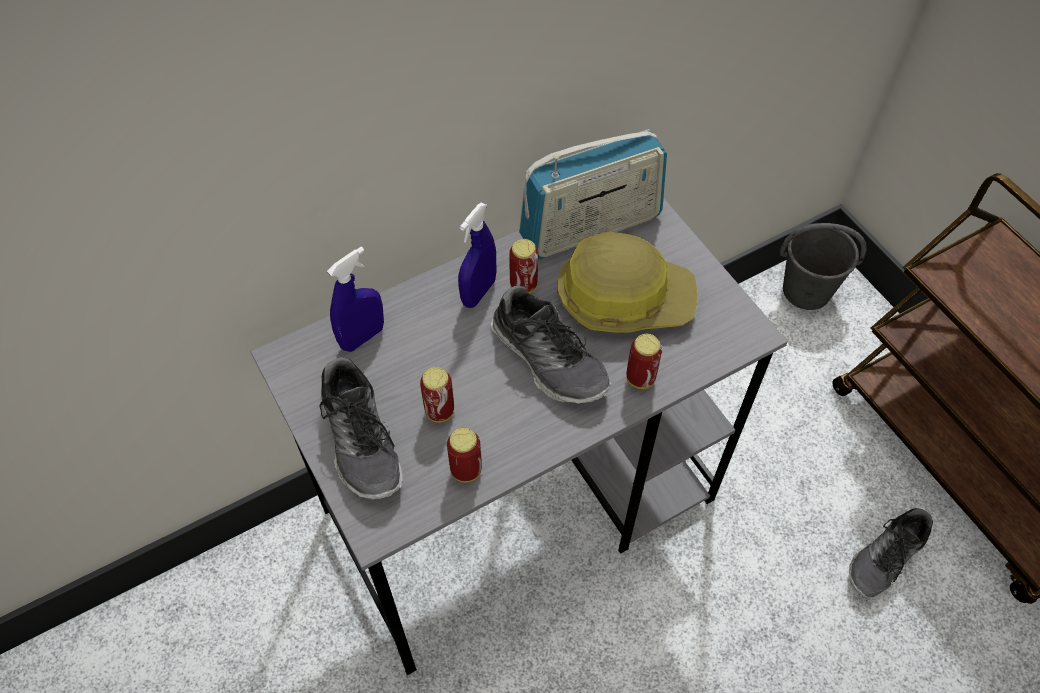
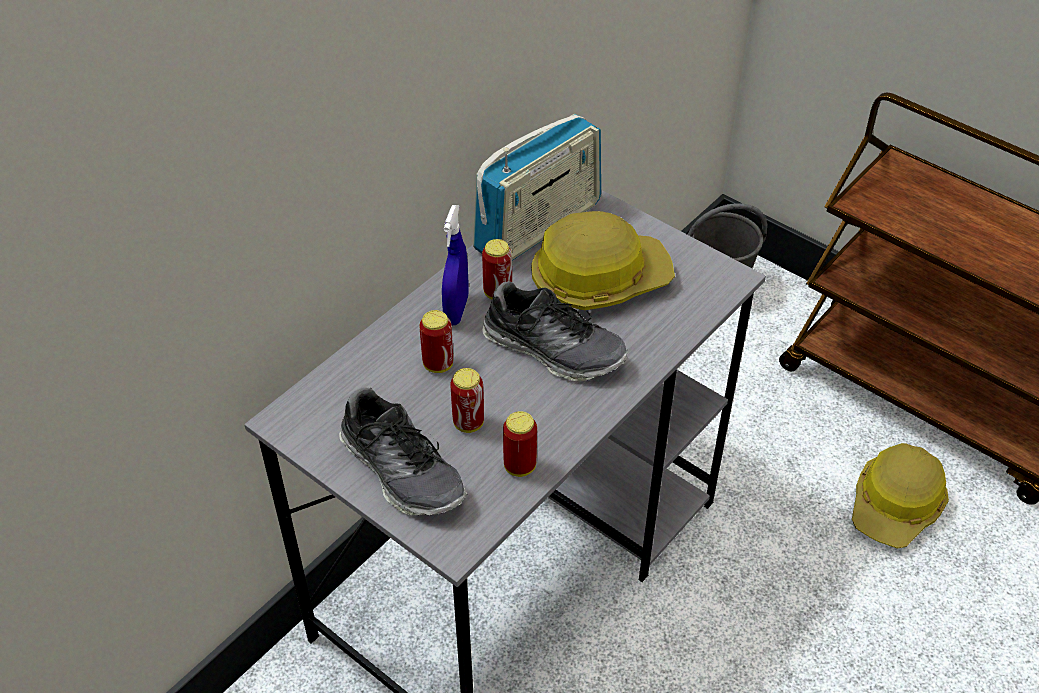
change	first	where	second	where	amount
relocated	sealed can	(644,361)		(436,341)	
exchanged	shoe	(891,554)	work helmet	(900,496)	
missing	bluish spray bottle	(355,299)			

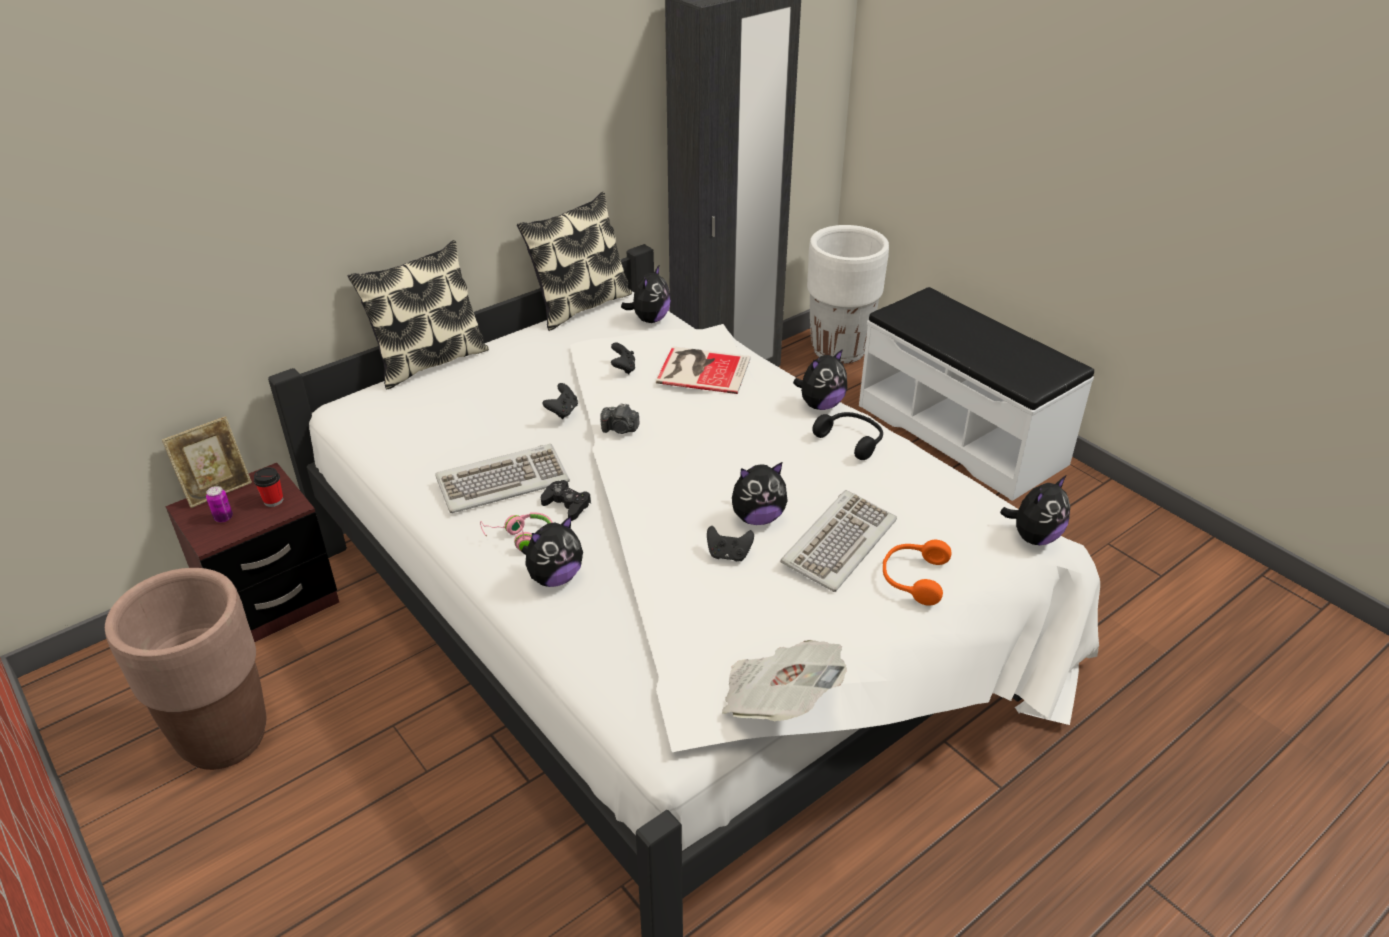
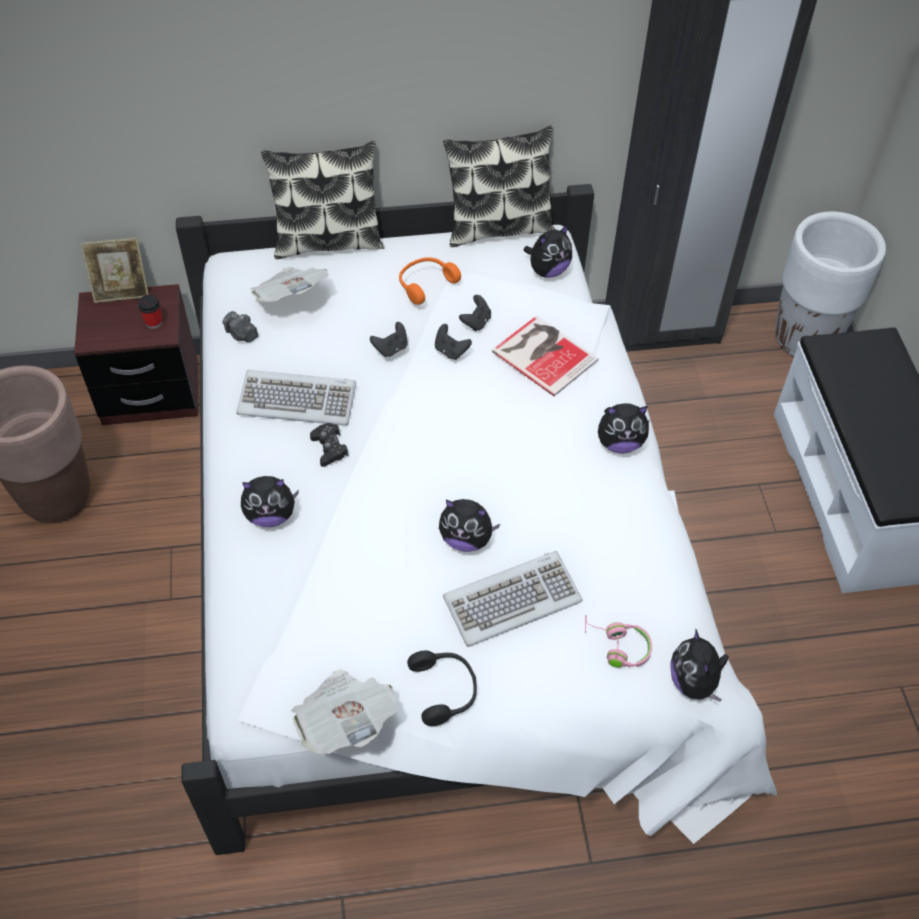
change	first	where	second	where	amount
relocated	photo camera	(620,418)		(240,326)	
appeared			newspaper	(289,284)	
relocated	orange-coloured headset	(917,573)		(430,281)	
relocated	blackish headset	(847,436)		(442,688)	
relocated	blackish game controller	(730,543)		(453,342)	
relocated	pink headset	(516,531)		(618,641)	
spun	cuddly toy	(1035,510)		(699,665)	90 degrees clockwise
missing	sealed can	(219,504)			

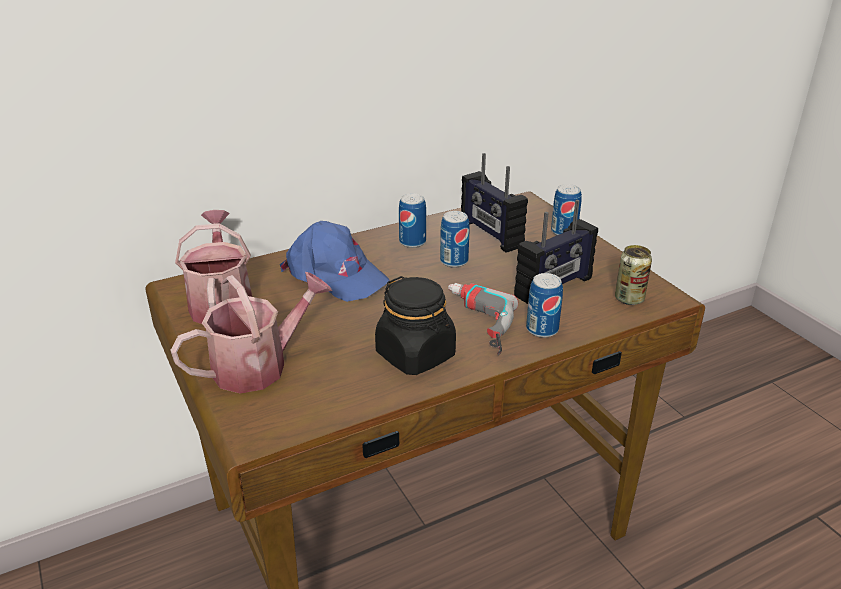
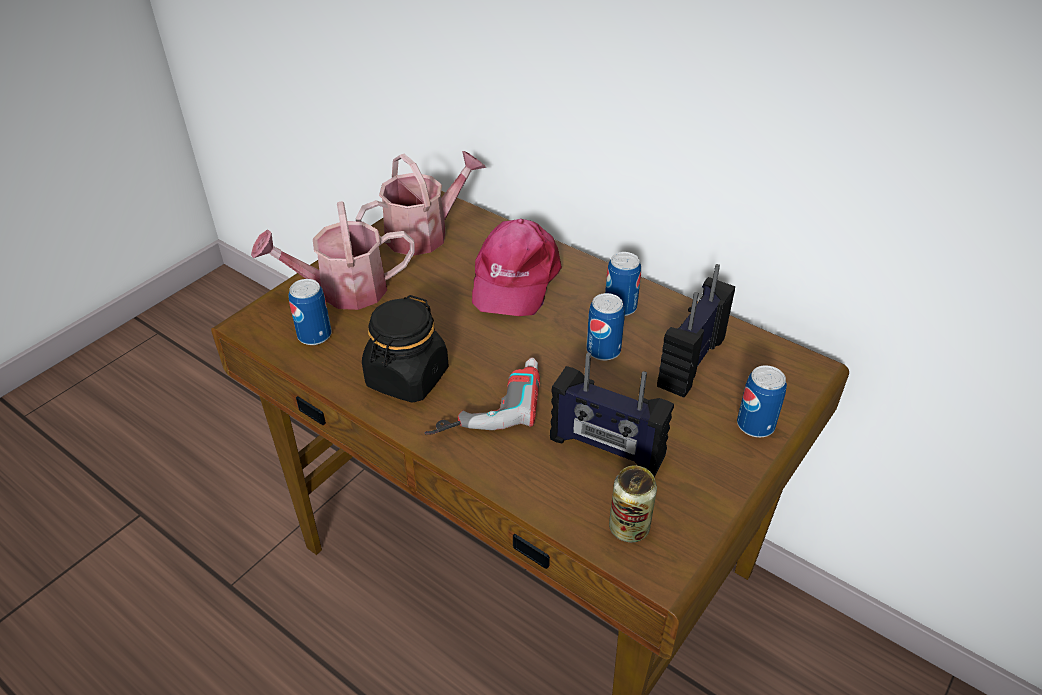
change	first	where	second	where	amount
spun	watering pot	(251,332)		(333,255)	135 degrees clockwise
relocated	sealed can	(544,305)		(310,312)	
colour	bluish cap	(335,261)	pink cap	(517,267)	

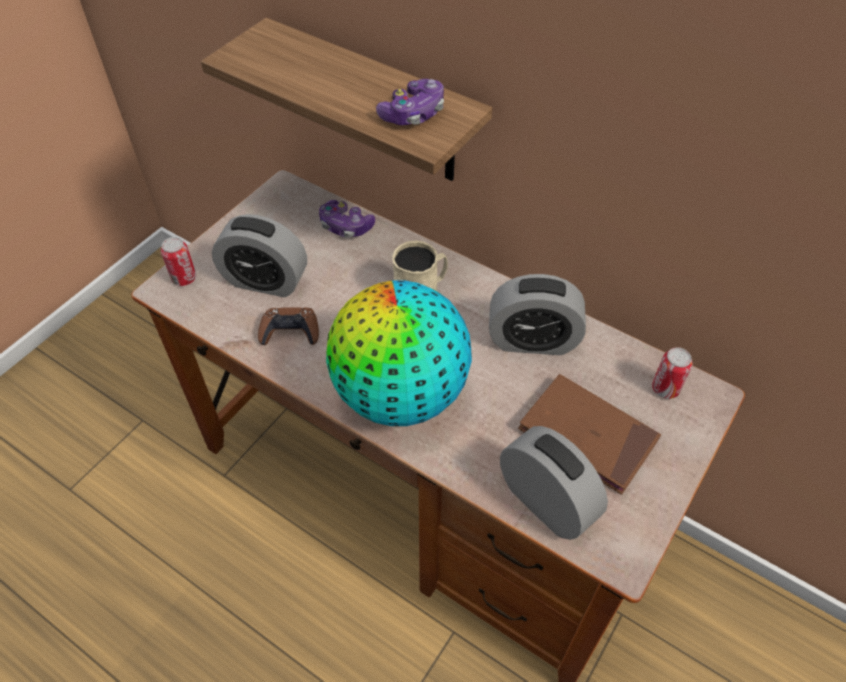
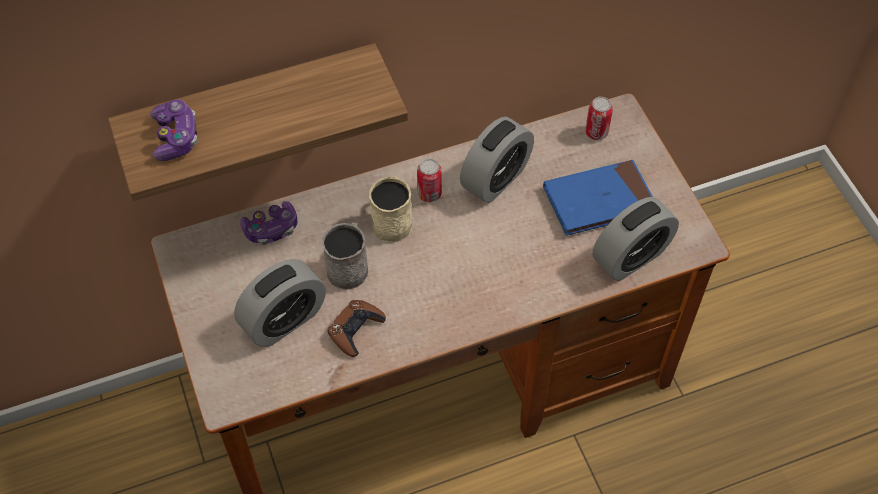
change	first	where	second	where	amount
relocated	game controller	(410,102)		(174,130)	
appeared			greyish coffee mug	(345,256)	
relocated	sealed can	(179,261)		(429,180)	
colour	brown bound book	(589,434)	bluish bound book	(598,198)	
spun	table clock	(554,483)		(636,239)	150 degrees clockwise
missing	globe	(399,353)			

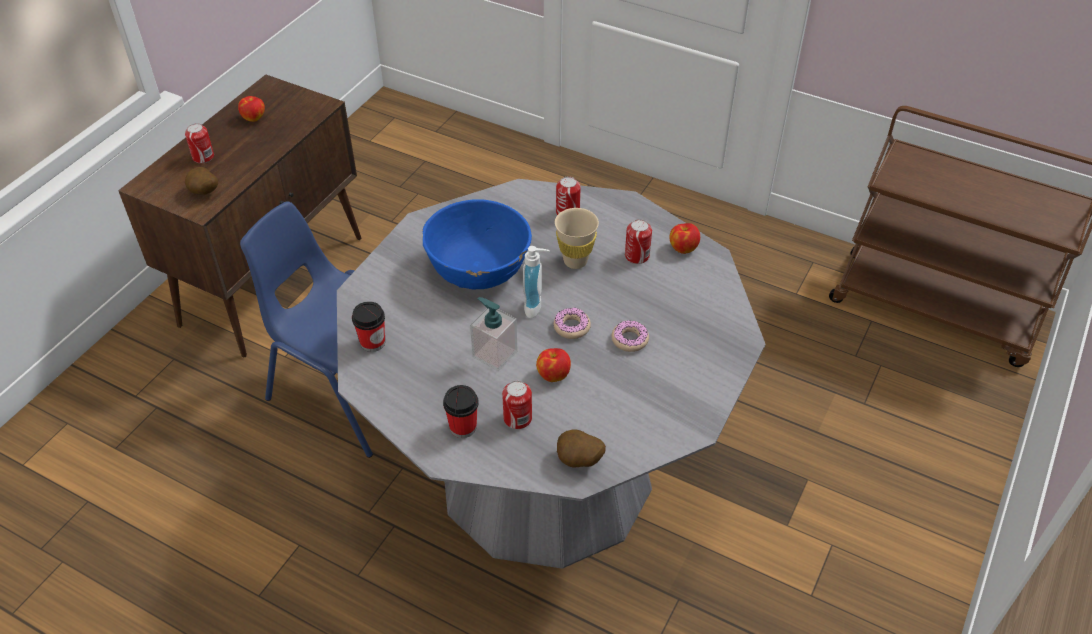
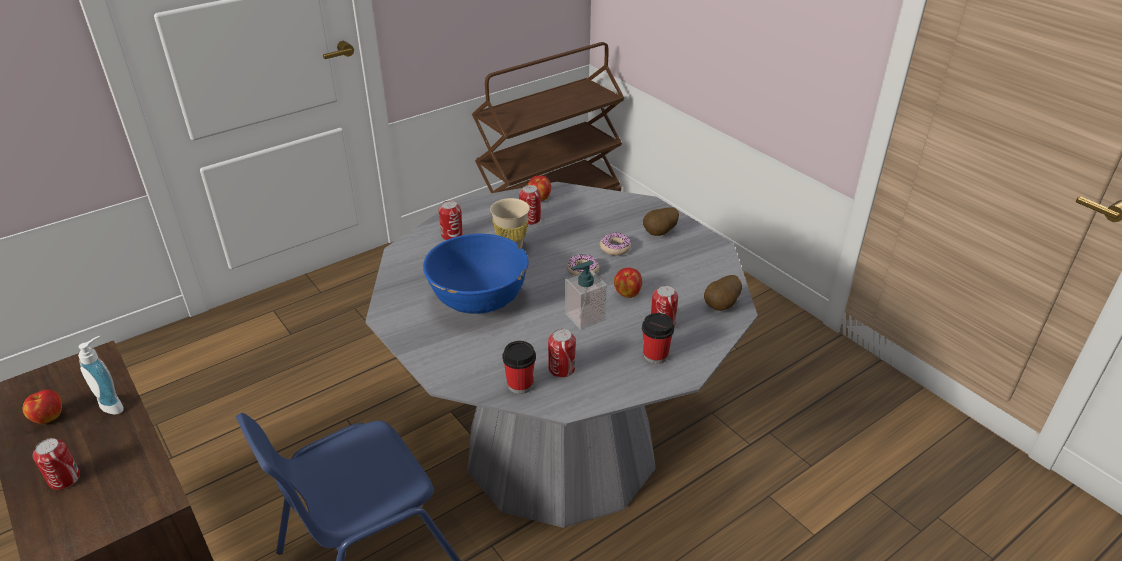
change	first	where	second	where	amount
relocated	soap dispenser	(536,282)		(101,375)	
appeared			sealed can	(562,353)	
relocated	potato	(201,180)		(661,221)	

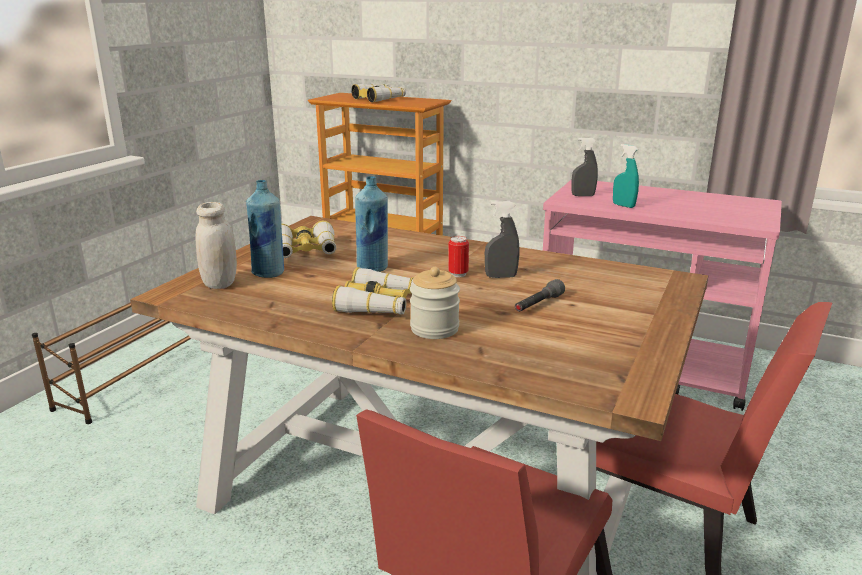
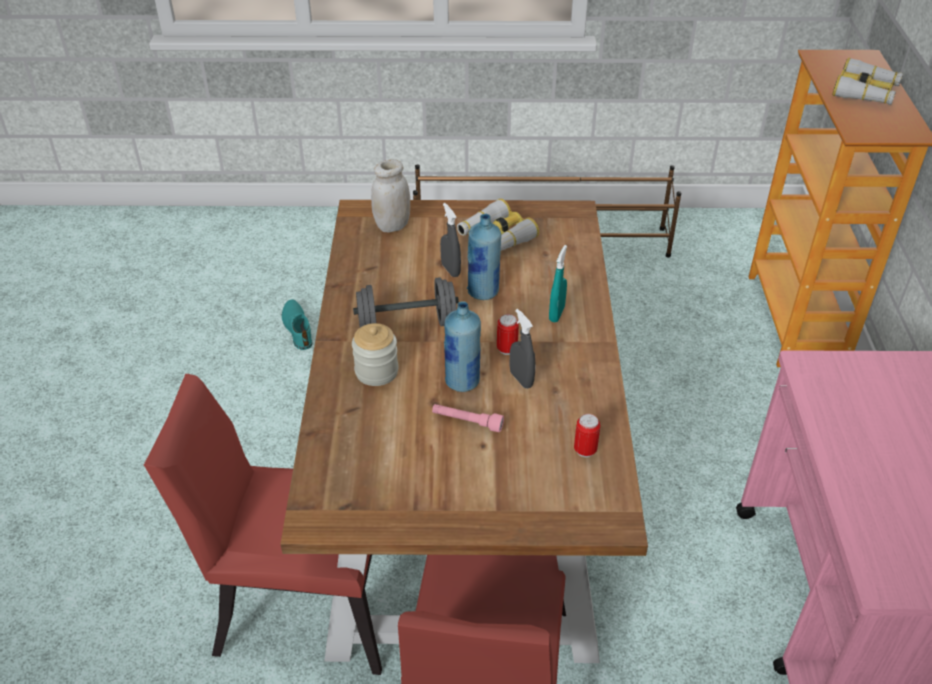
change	first	where	second	where	amount
appeared			turquoise-coloured shoe	(297,324)	
exchanged	binoculars	(373,291)	greyish hand weight	(406,302)	
colour	greyish hand torch	(540,295)	pink hand torch	(468,418)	
relocated	greyish spray bottle	(584,167)		(450,240)	
relocated	bluish drink bottle	(265,229)		(462,347)	
relocated	turquoise-coloured spray bottle	(626,176)		(558,283)	
appeared			sealed can	(587,435)	

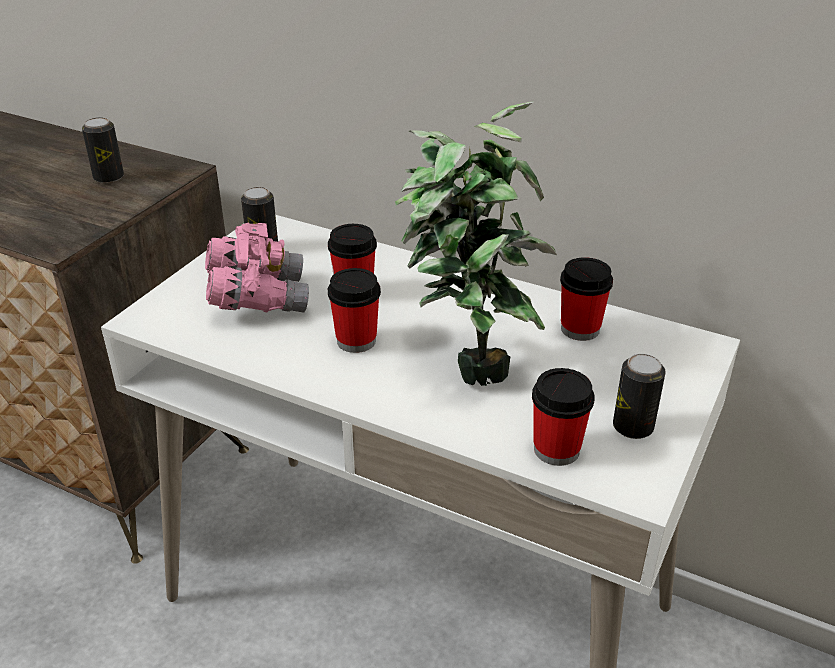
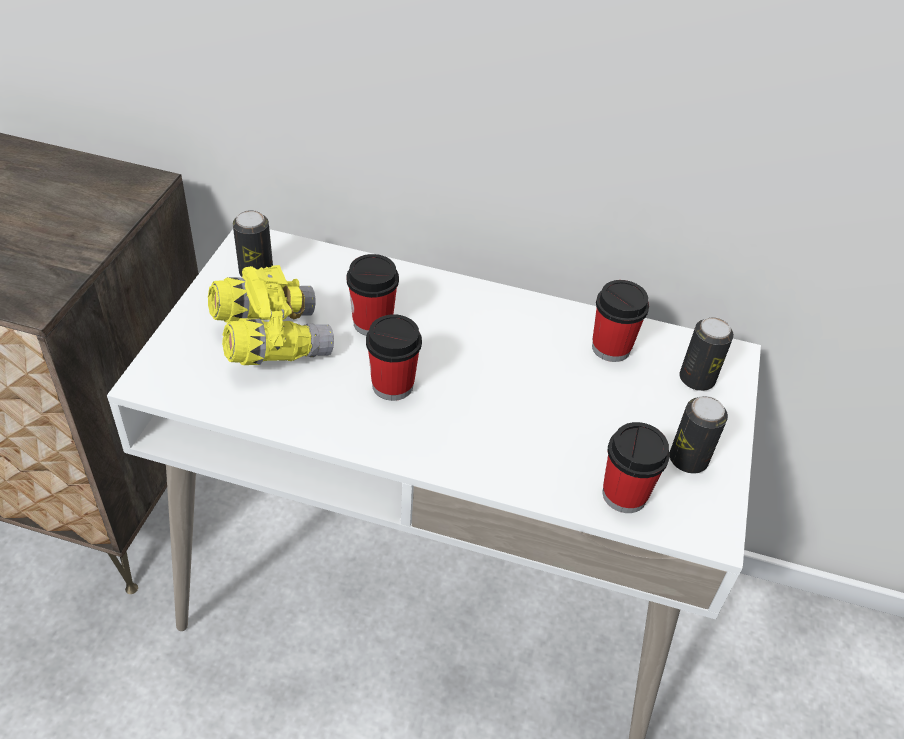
change	first	where	second	where	amount
colour	pink binoculars	(257,267)	yellow binoculars	(271,315)	
relocated	sealed can	(103,150)		(707,354)	
missing	houseplant	(476,243)			

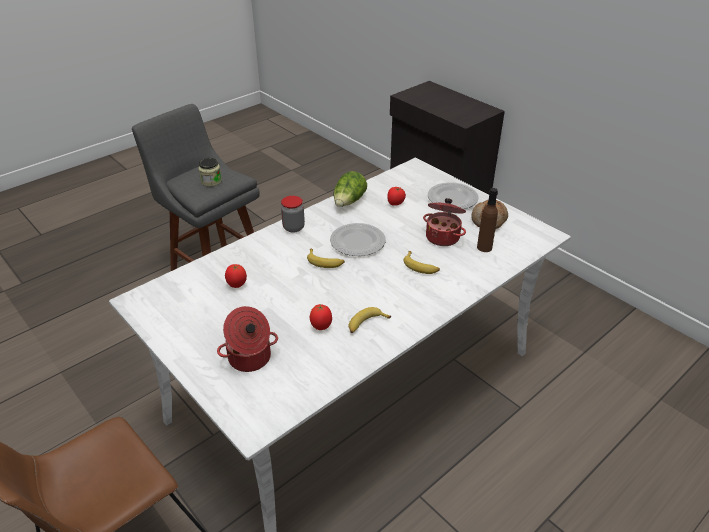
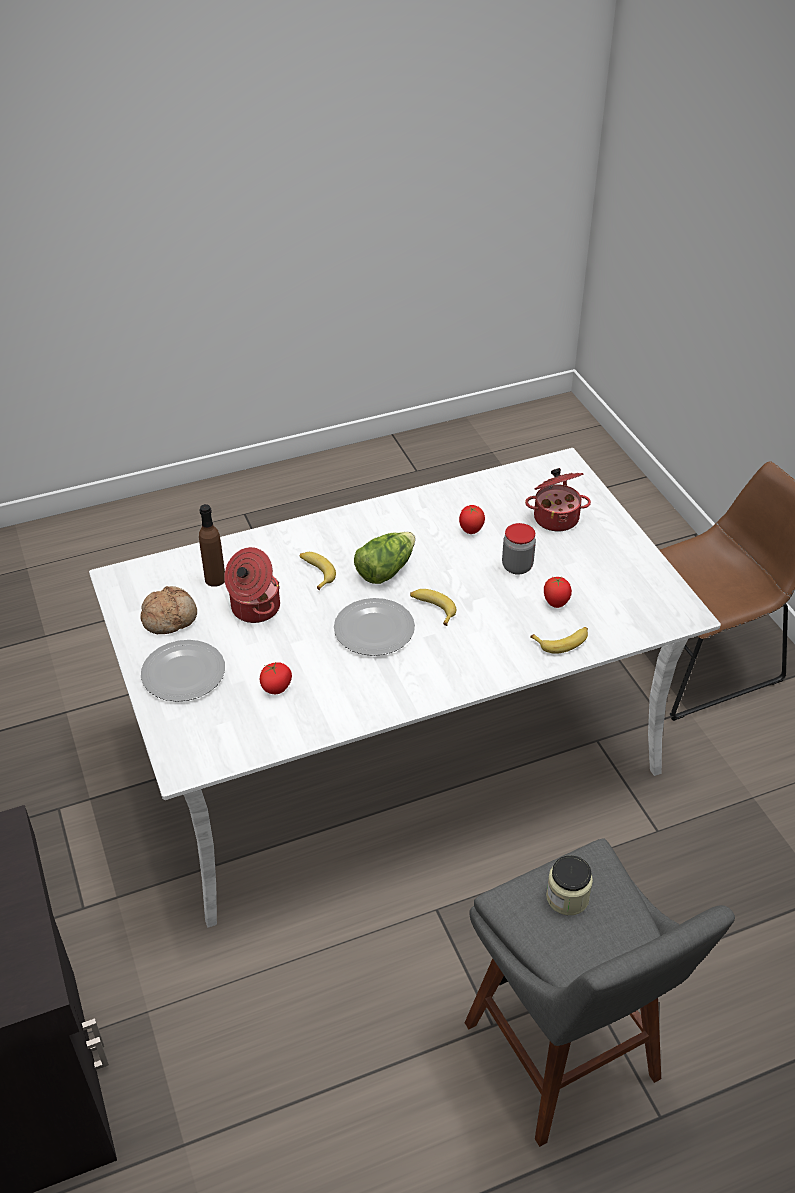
change	first	where	second	where	amount
relocated	head of lettuce	(350,189)		(384,558)	
relocated	jar	(293,214)		(519,549)	
relocated	banana fruit	(370,320)		(559,640)	

